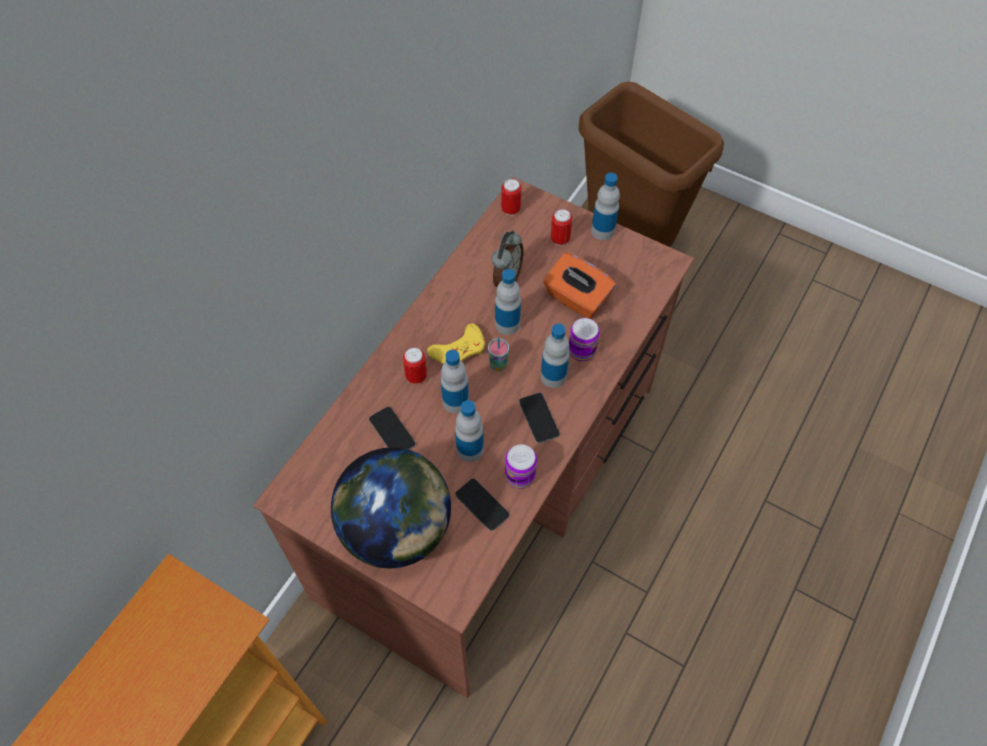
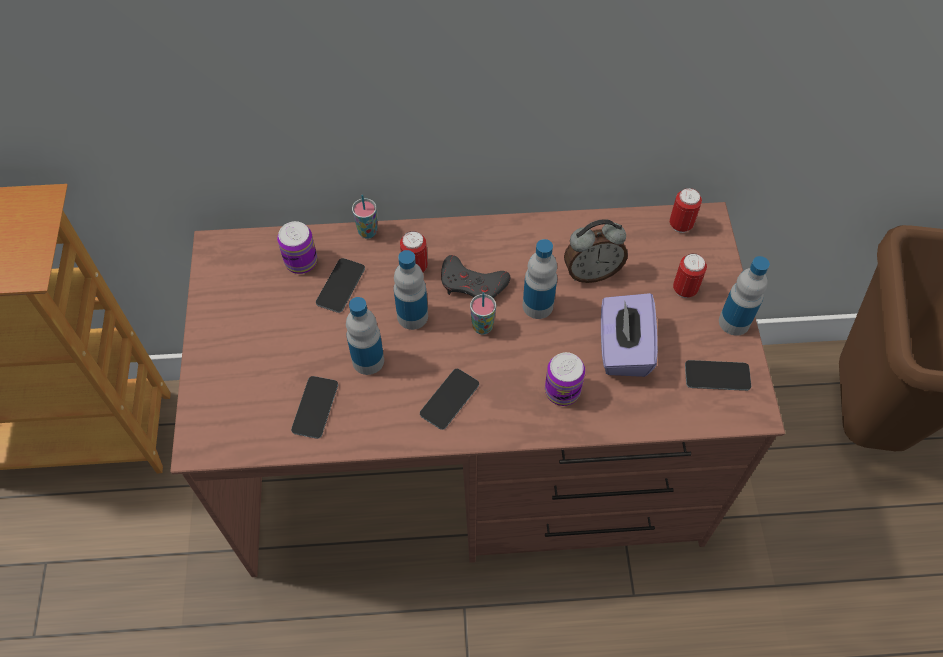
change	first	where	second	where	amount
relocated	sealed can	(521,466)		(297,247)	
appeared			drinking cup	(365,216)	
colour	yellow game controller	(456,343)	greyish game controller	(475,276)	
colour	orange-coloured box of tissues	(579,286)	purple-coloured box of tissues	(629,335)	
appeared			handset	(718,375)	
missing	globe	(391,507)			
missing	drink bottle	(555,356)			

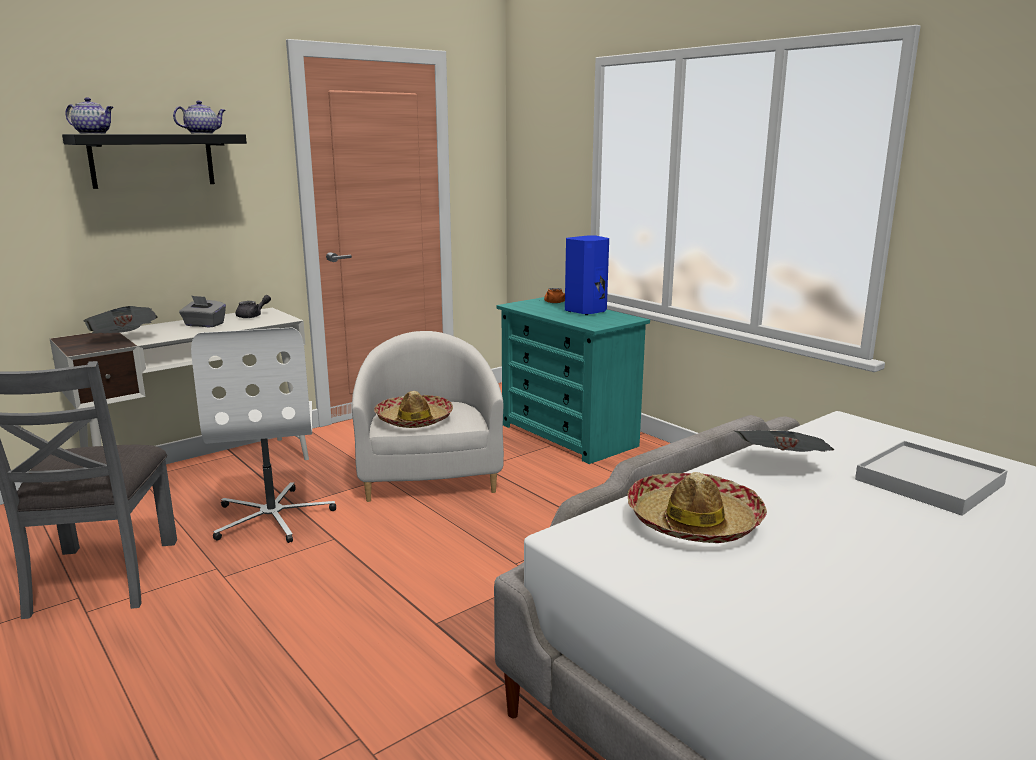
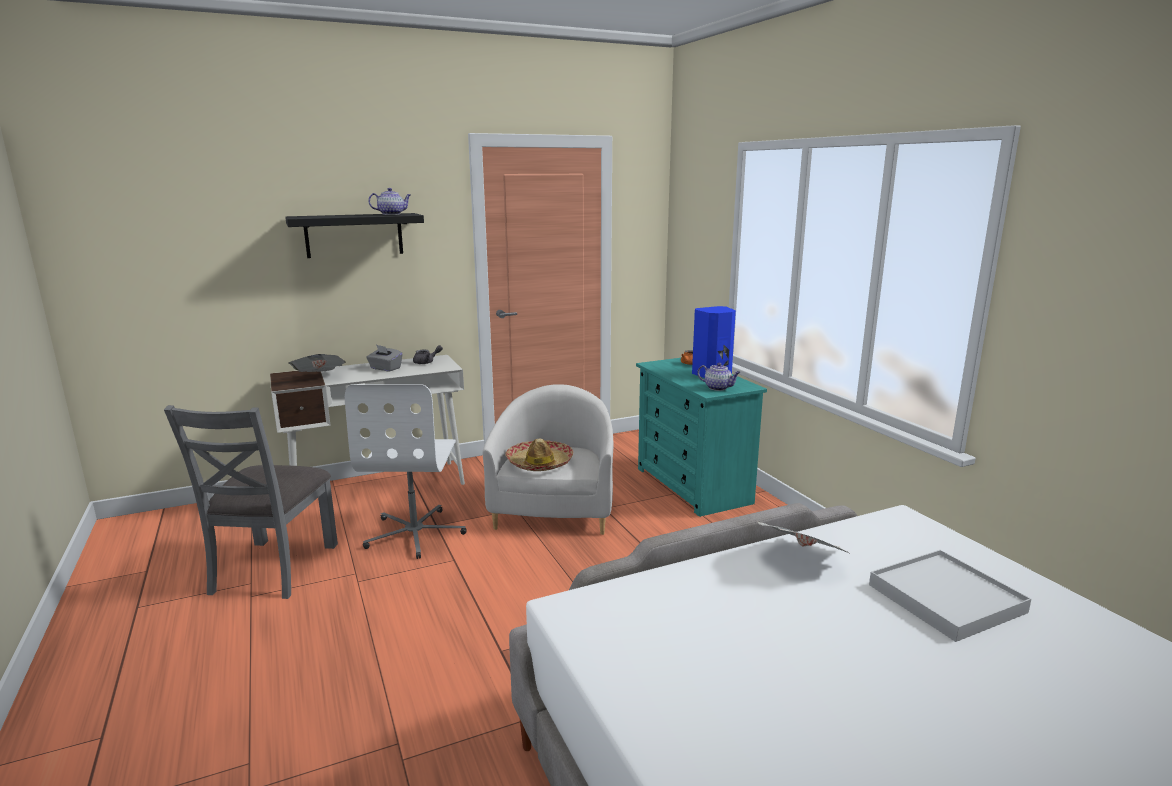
change	first	where	second	where	amount
relocated	tea pot	(89,115)		(719,377)	
missing	clothing hat	(697,507)			

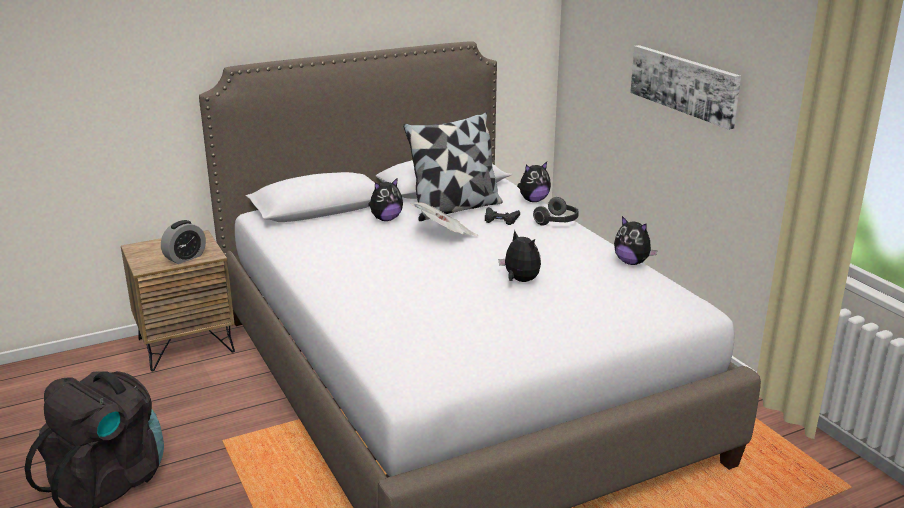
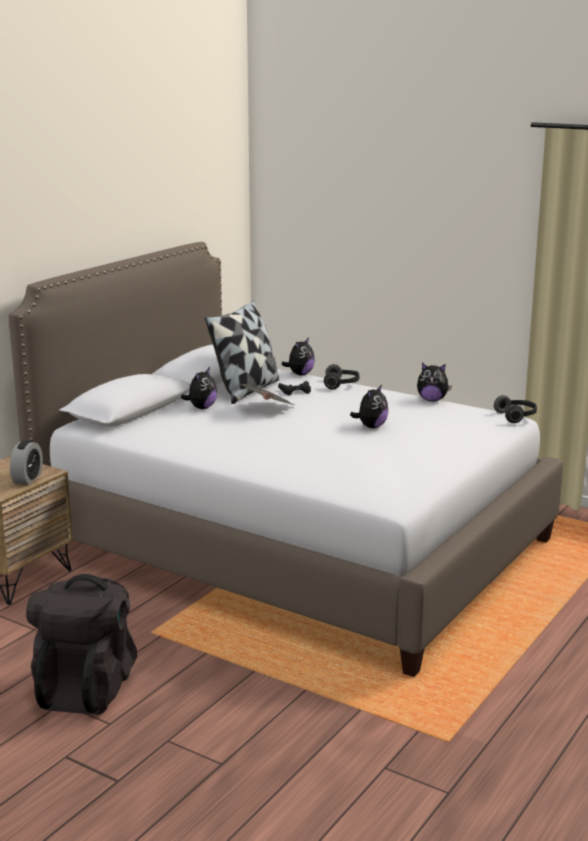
change	first	where	second	where	amount
spun	cuddly toy	(520,256)		(369,406)	105 degrees clockwise
appeared			headset	(515,409)	
missing	wall art	(685,87)			

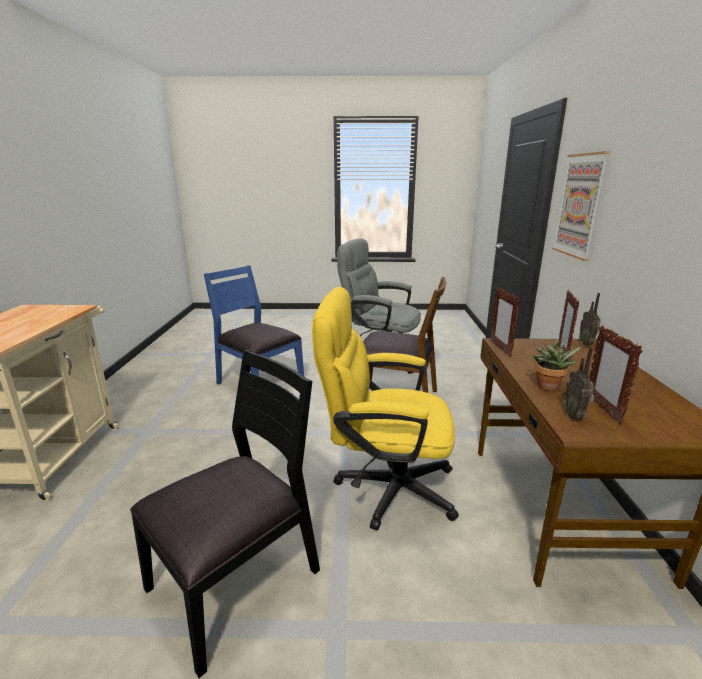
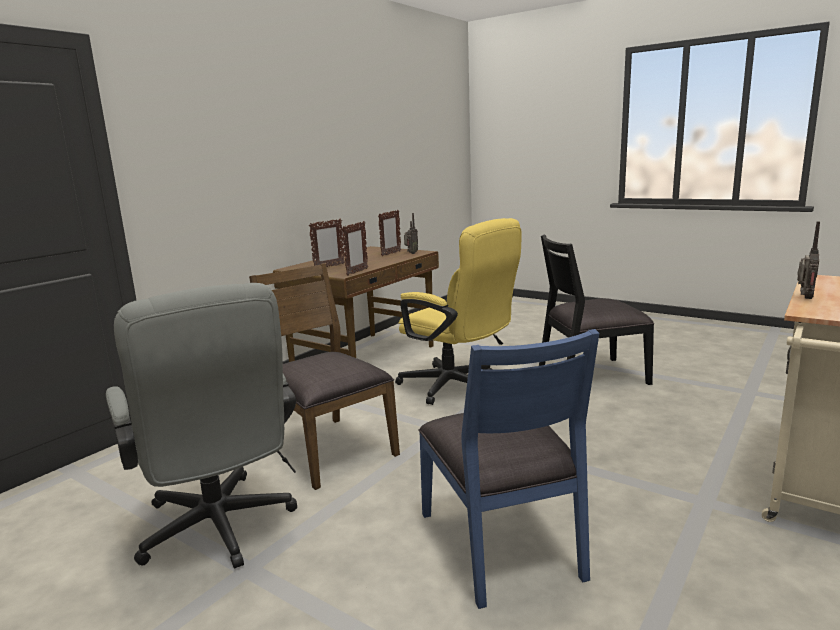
change	first	where	second	where	amount
relocated	radio set	(590,319)		(808,260)	
missing	houseplant	(557,364)			
missing	wall art	(581,206)			

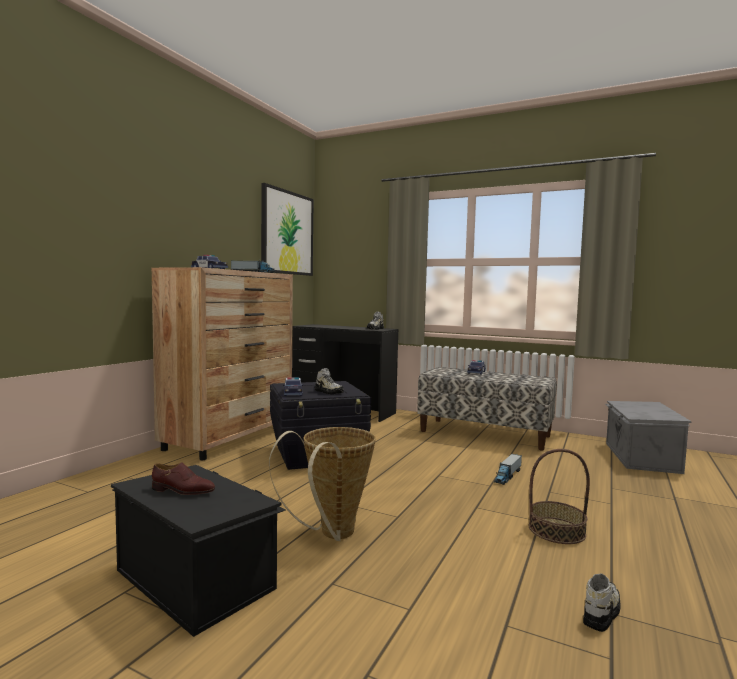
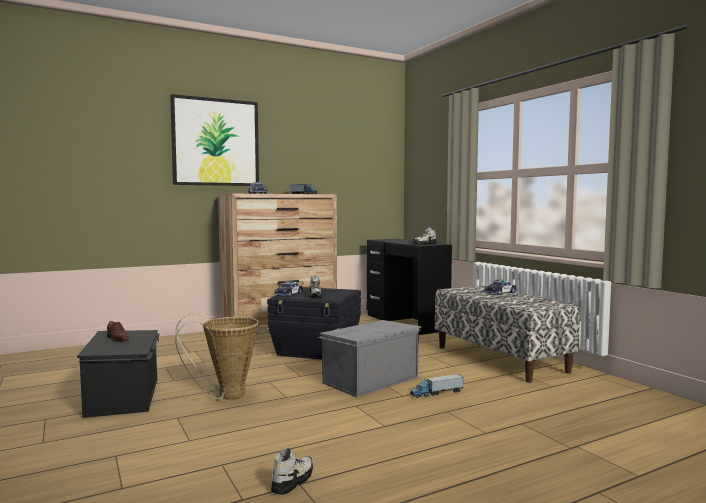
change	first	where	second	where	amount
relocated	wall art	(287,229)		(214,140)	
spun	shoe	(602,602)		(292,471)	45 degrees counterclockwise
relocated	greyish storage box	(648,437)		(369,359)	
missing	household basket	(559,496)			

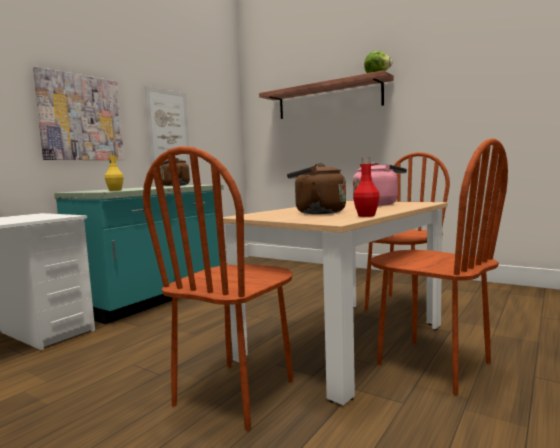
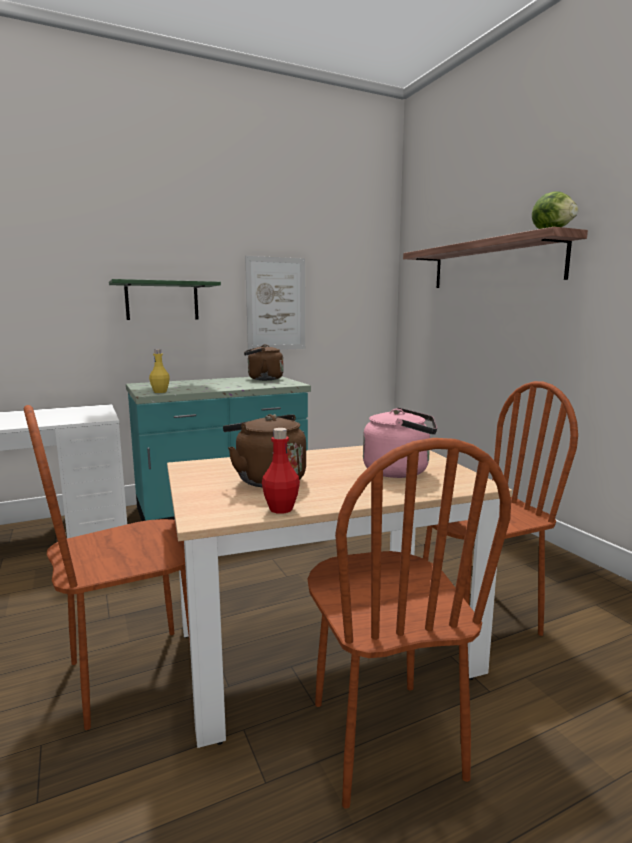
change	first	where	second	where	amount
exchanged	wall art	(78,113)	greenish bracket shelf	(165,299)	

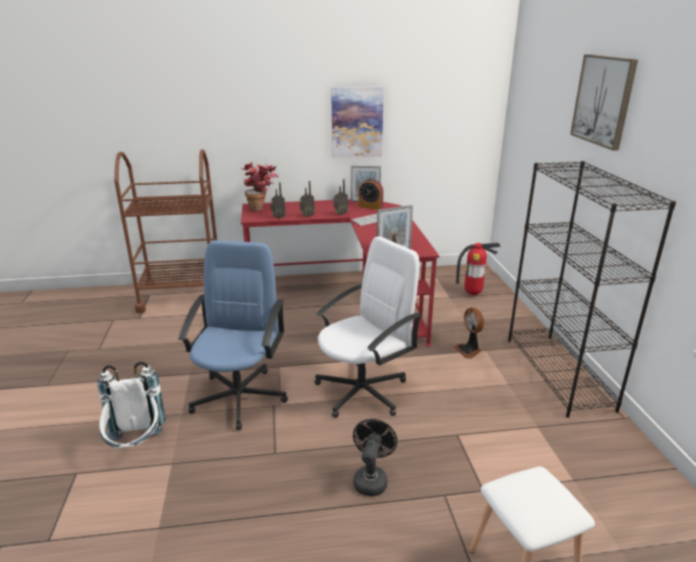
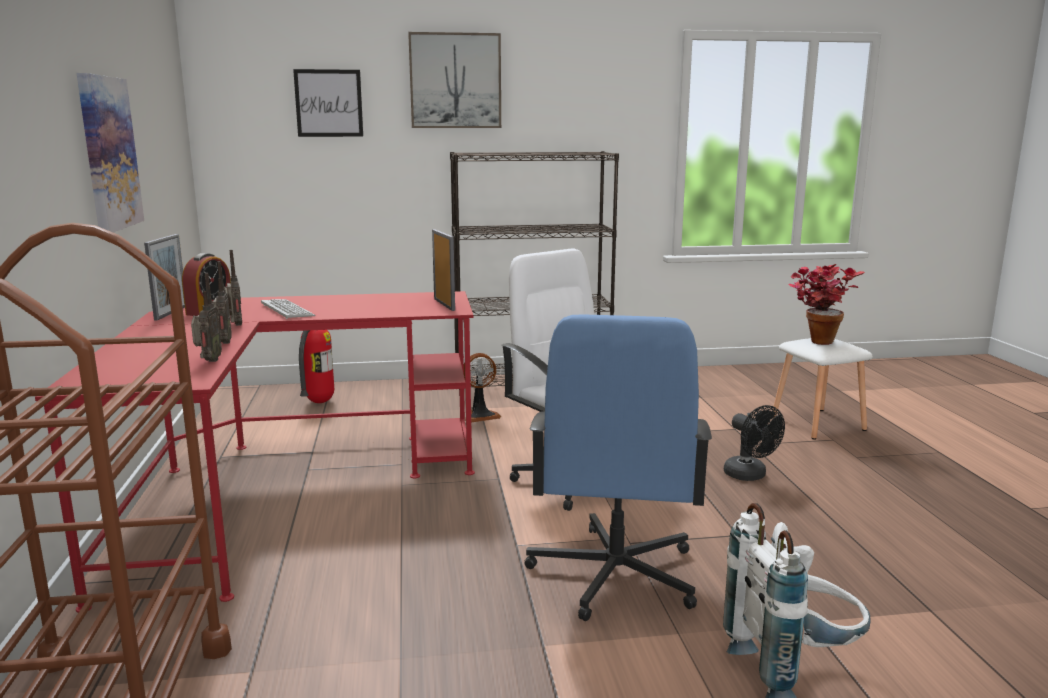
change	first	where	second	where	amount
appeared			wall art	(328,103)	
spun	bluish computer chair	(233,335)		(618,468)	90 degrees counterclockwise
spun	blackish fan	(375,457)		(754,443)	135 degrees counterclockwise
relocated	houseplant	(259,186)		(826,304)	

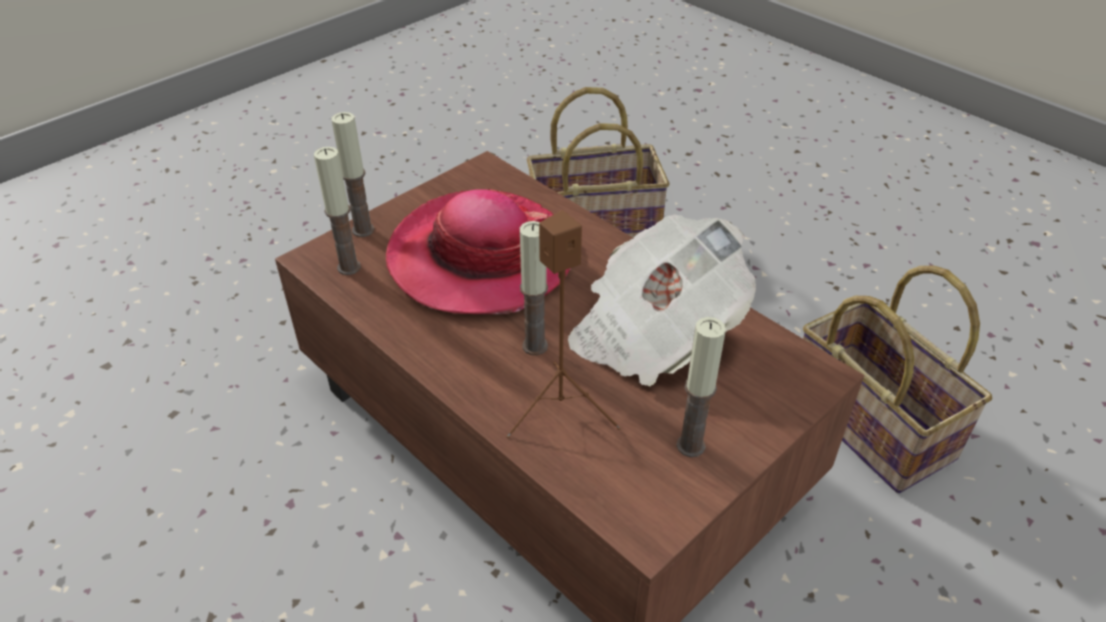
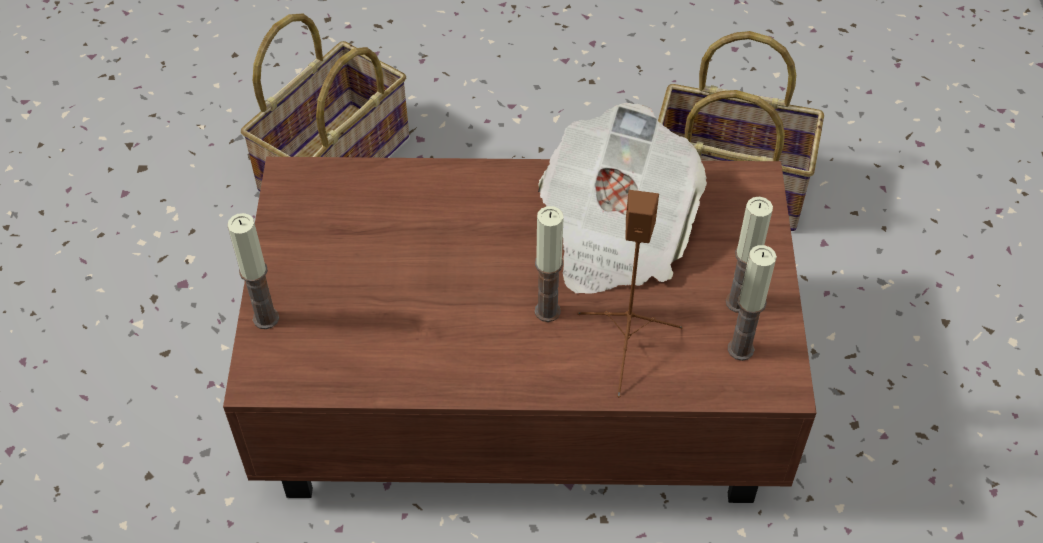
change	first	where	second	where	amount
relocated	wax candle	(337,211)		(752,303)	
missing	clothing hat	(478,251)			

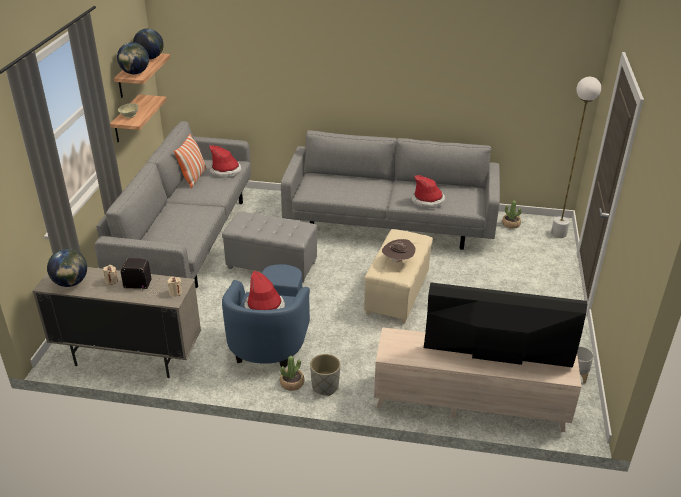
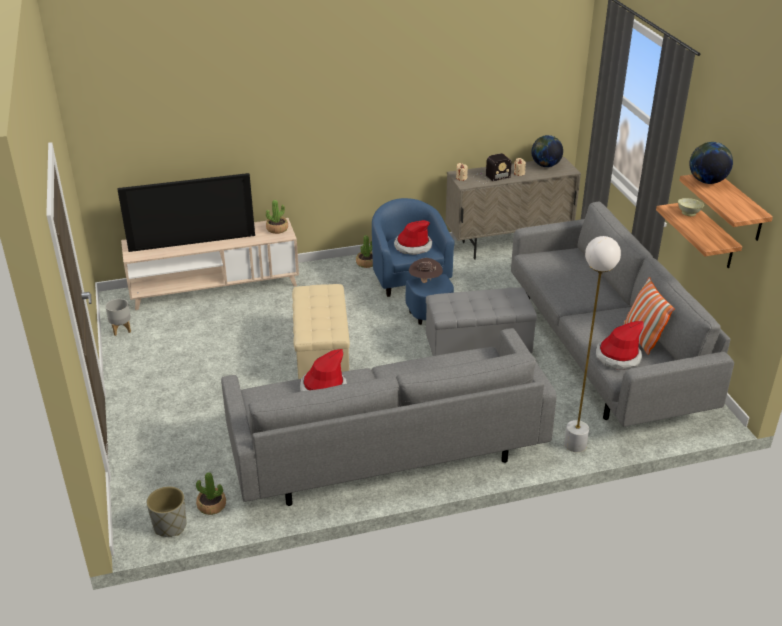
change	first	where	second	where	amount
relocated	greyish flower pot	(325,375)		(167,511)	
appeared			houseplant	(277,217)	
relocated	brown clothing hat	(398,251)		(426,270)	
relocated	whitish standard lamp	(576,157)		(592,344)	
missing	globe	(148,44)			

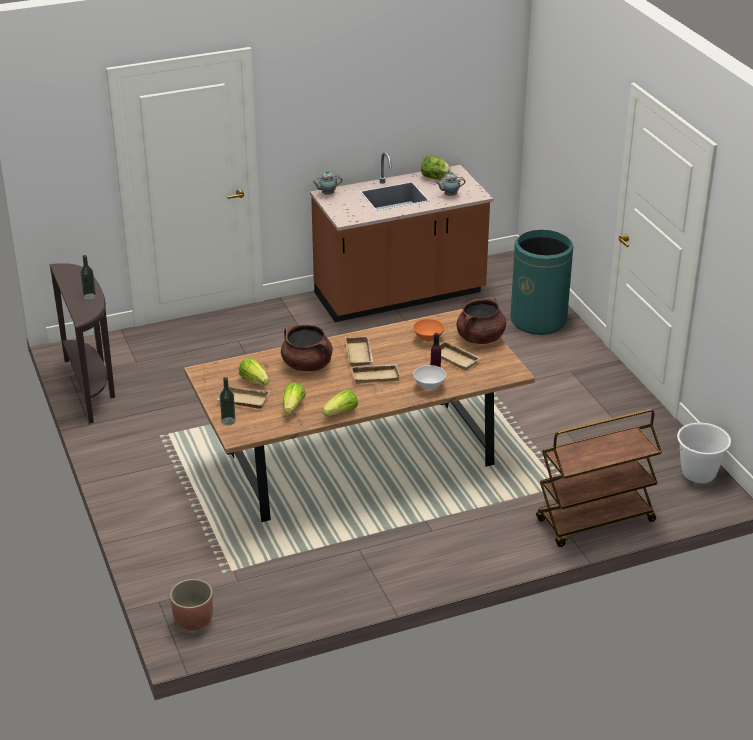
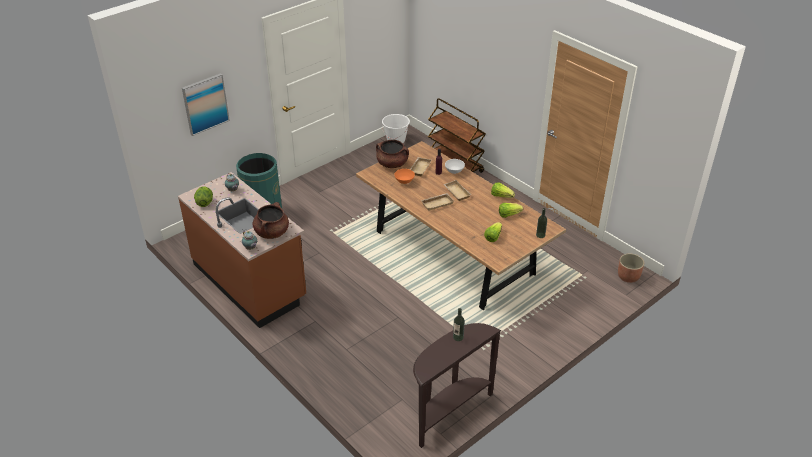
change	first	where	second	where	amount
appeared			wall art	(206,104)	
relocated	brown saucepot	(306,348)		(271,220)	
missing	sand-coloured carrying tray	(243,397)			

